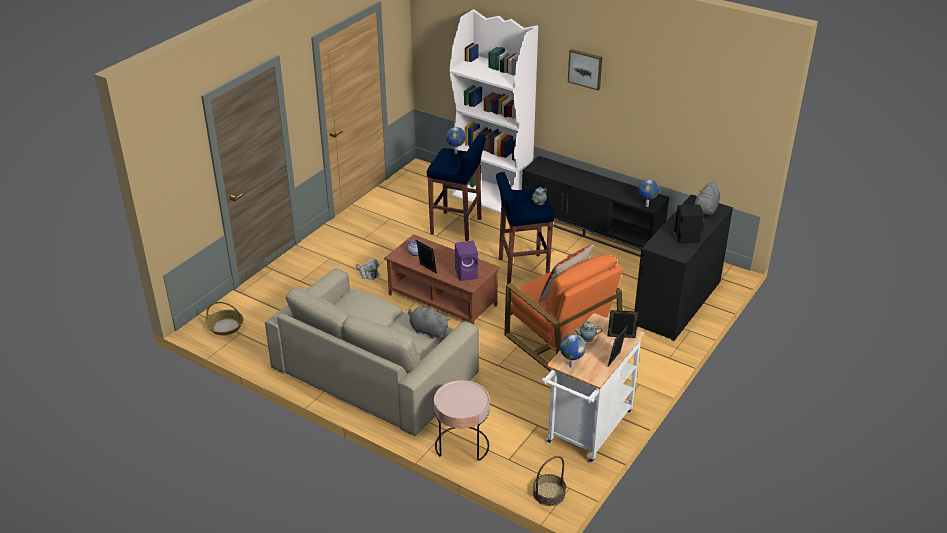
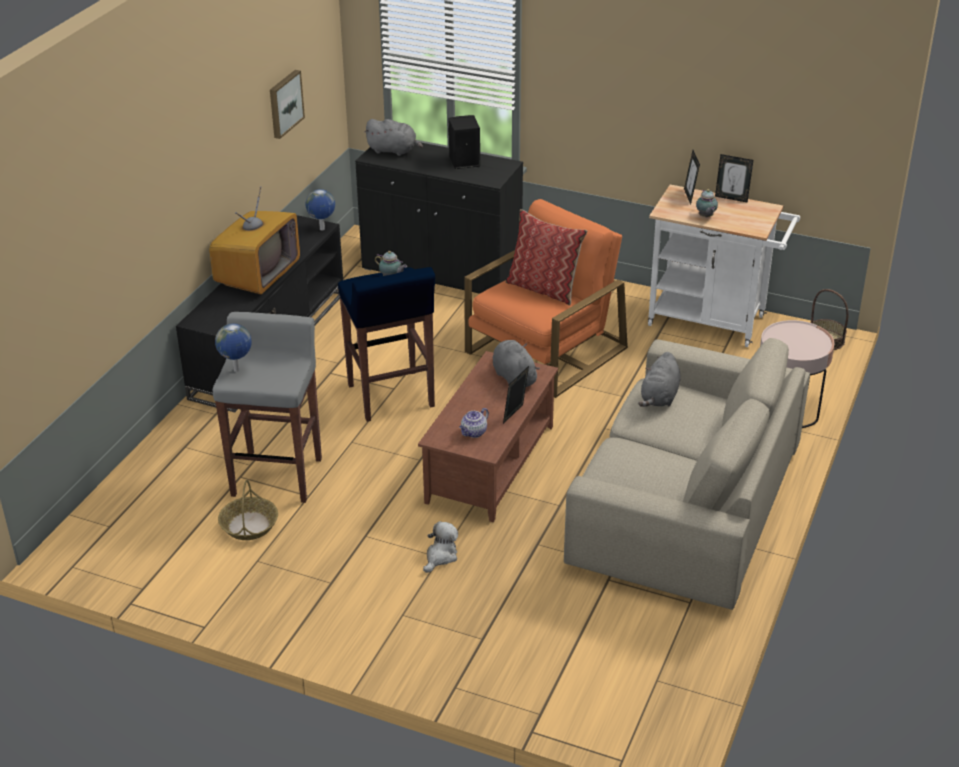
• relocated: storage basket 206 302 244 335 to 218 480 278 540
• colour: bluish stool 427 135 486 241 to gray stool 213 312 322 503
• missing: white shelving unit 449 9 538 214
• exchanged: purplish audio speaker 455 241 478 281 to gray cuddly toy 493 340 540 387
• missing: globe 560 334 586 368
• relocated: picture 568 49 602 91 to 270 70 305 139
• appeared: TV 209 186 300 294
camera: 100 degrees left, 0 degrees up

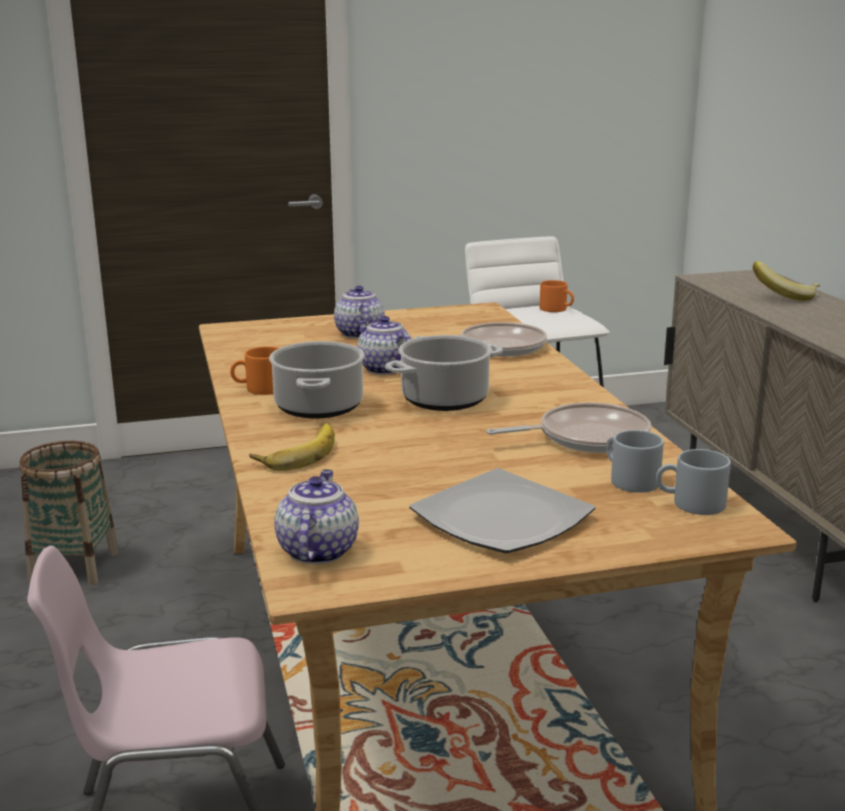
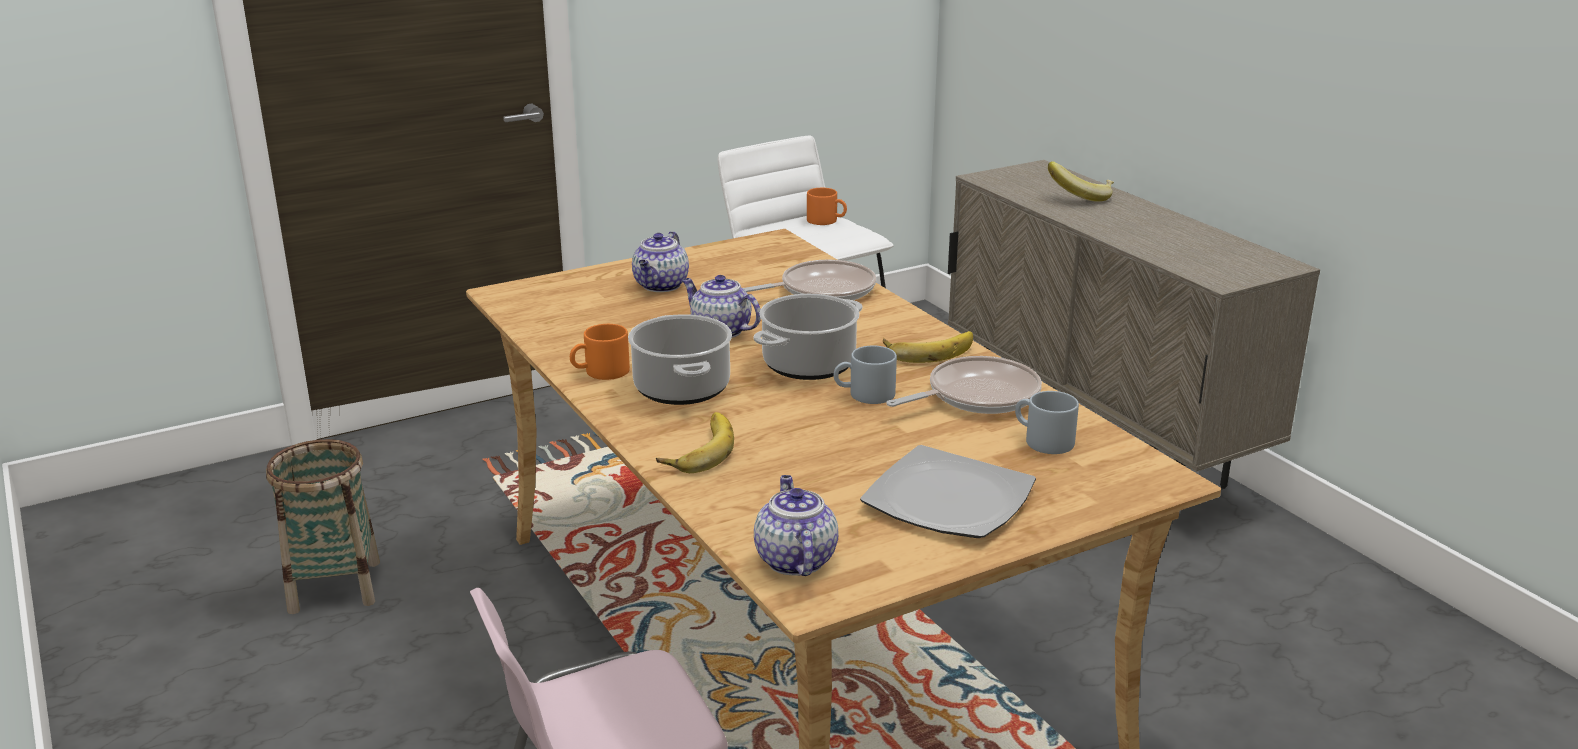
• spun: pot for tea 334 286 385 338 = 632 231 689 292 135 degrees counterclockwise
• relocated: gray mug 656 449 731 515 to 834 346 897 404
• appeared: banana fruit 883 331 973 363
camera: 15 degrees left, 5 degrees up

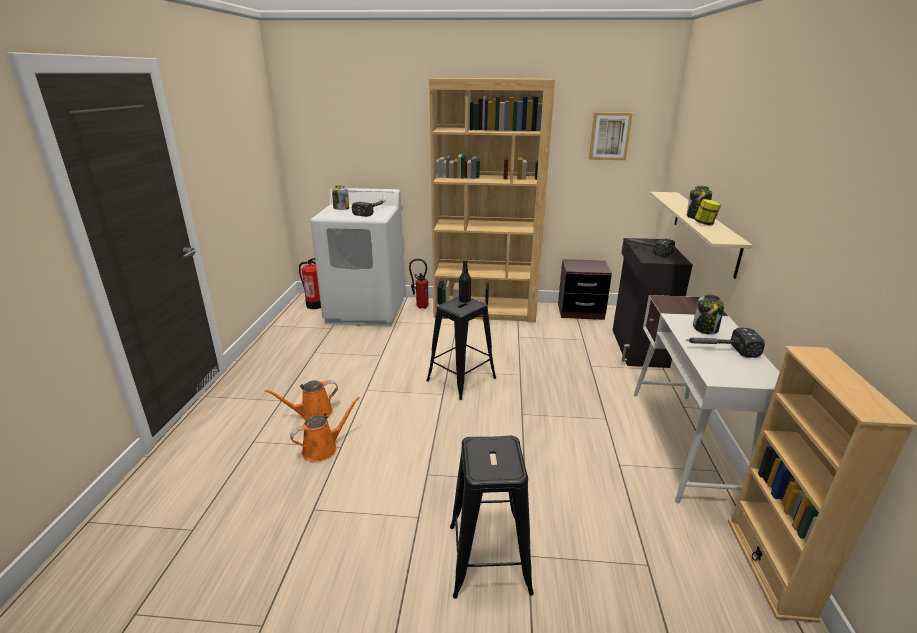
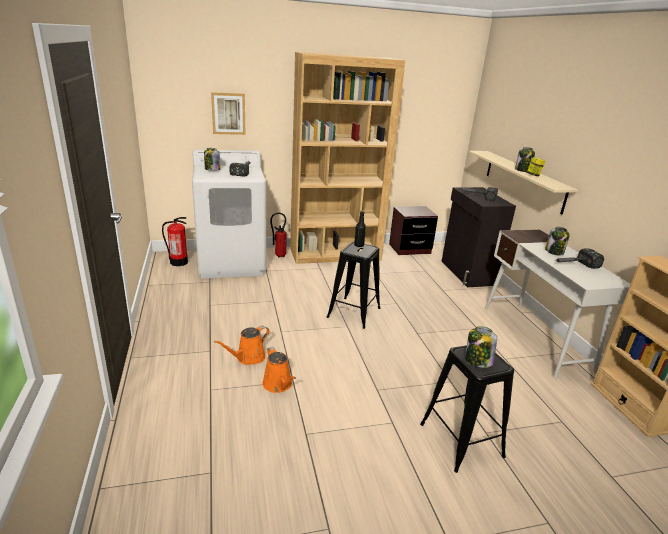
• spun: orangey watering can 290 397 360 461 = 262 347 296 393 120 degrees clockwise
• relocated: picture 589 112 633 160 to 211 92 245 135
• appeared: preserve jar 465 326 497 368
camera: 20 degrees left, 0 degrees up

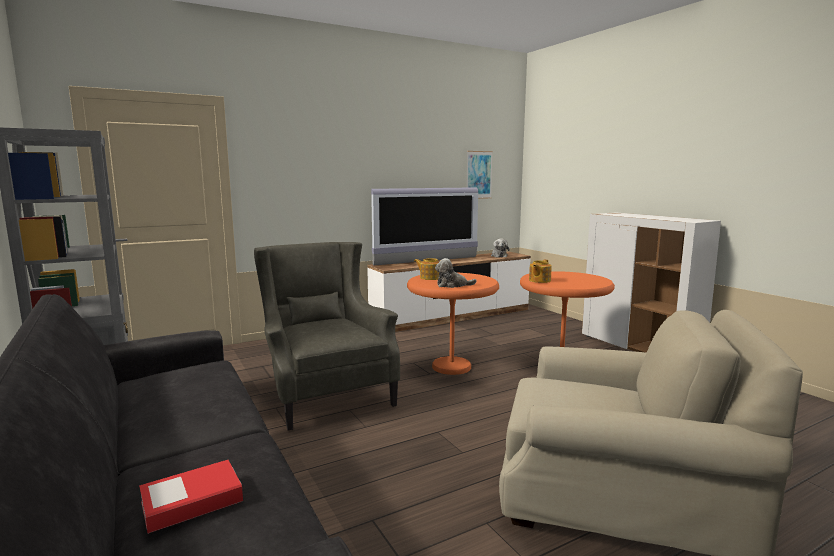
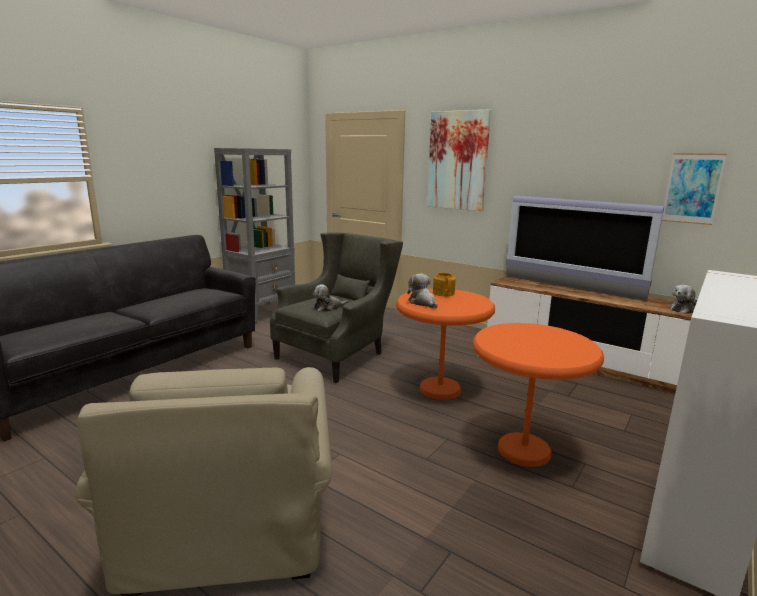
• missing: bound book 139 460 243 534
• missing: pot for tea 529 260 552 283
• appeared: cuddly toy 313 284 348 312
• appeared: picture 427 110 491 212
camera: 65 degrees right, 5 degrees up

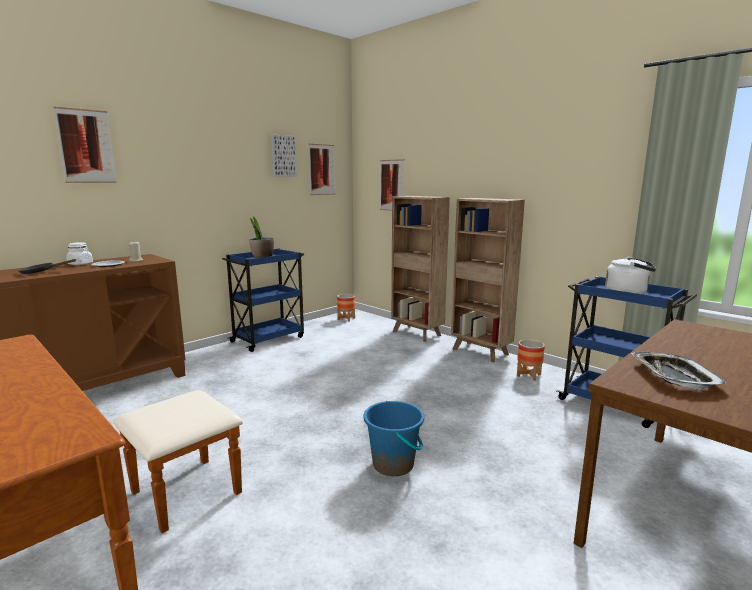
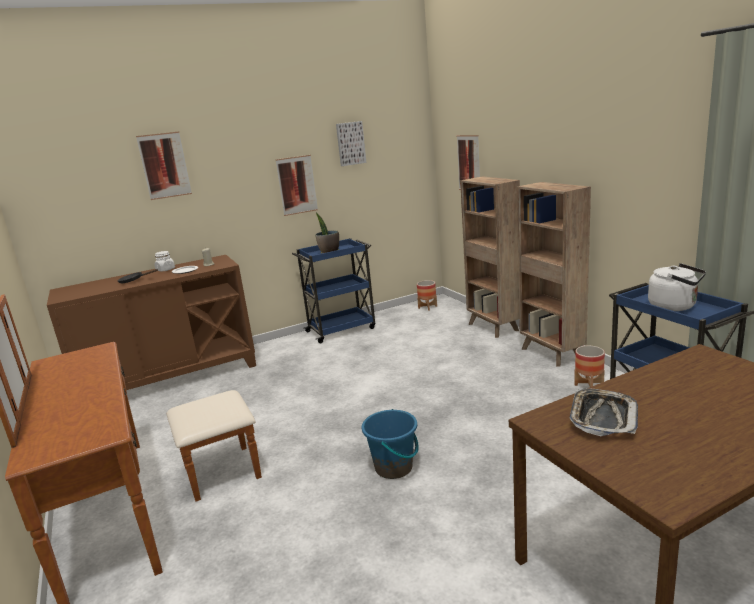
• relocated: picture 308 144 335 195 to 275 155 318 216
camera: 20 degrees right, 5 degrees up

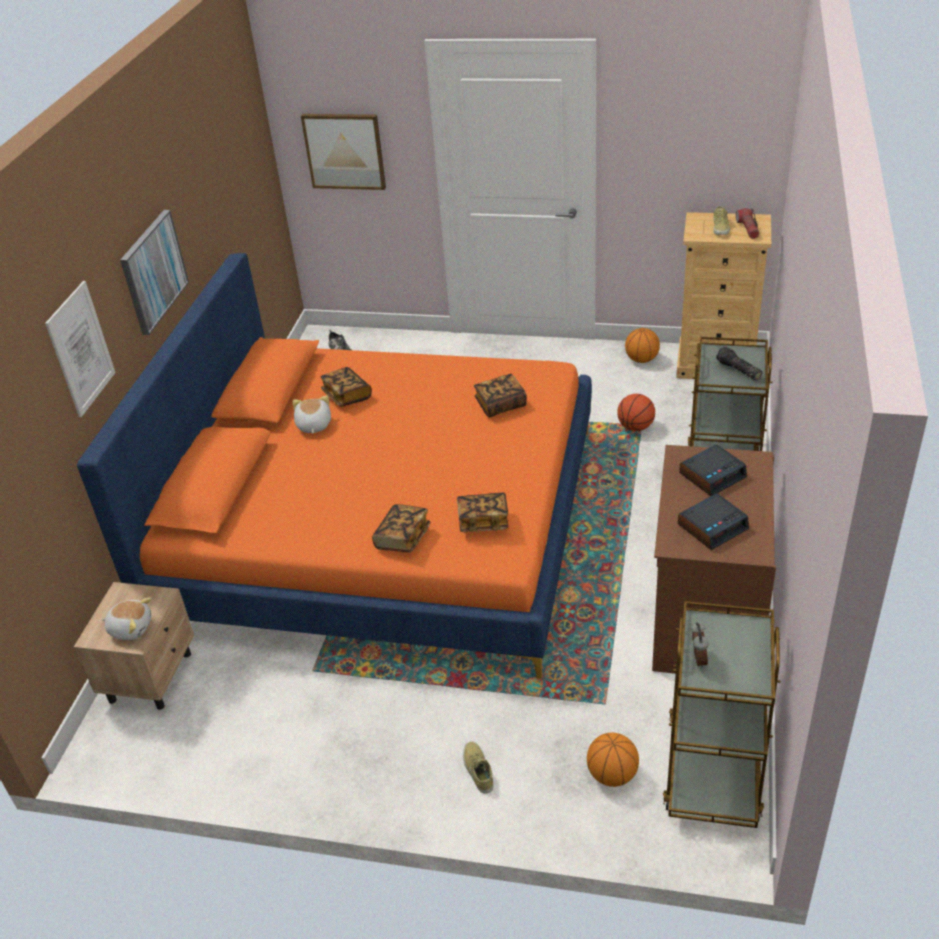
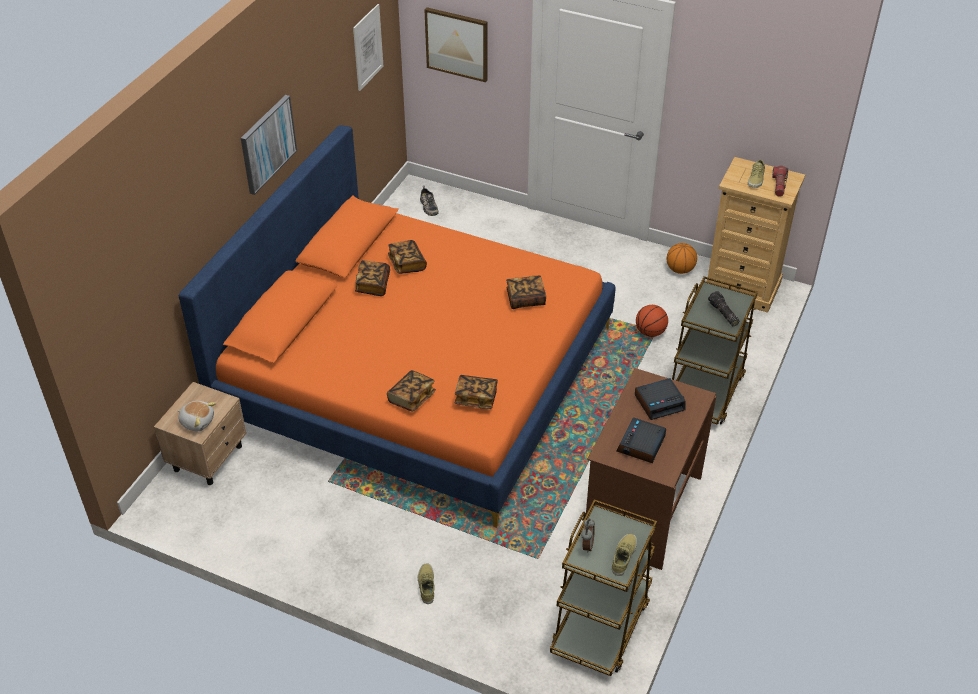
• relocated: picture 45 281 115 417 to 353 4 384 91
• exchanged: cuddly toy 293 396 331 433 to bound book 355 260 390 296
• missing: basketball ball 587 733 639 787
• spun: table clock 678 493 749 550 = 616 417 666 463 135 degrees clockwise
• appeared: beige-coloured item of footwear 612 534 637 576
camera: 10 degrees right, 5 degrees up

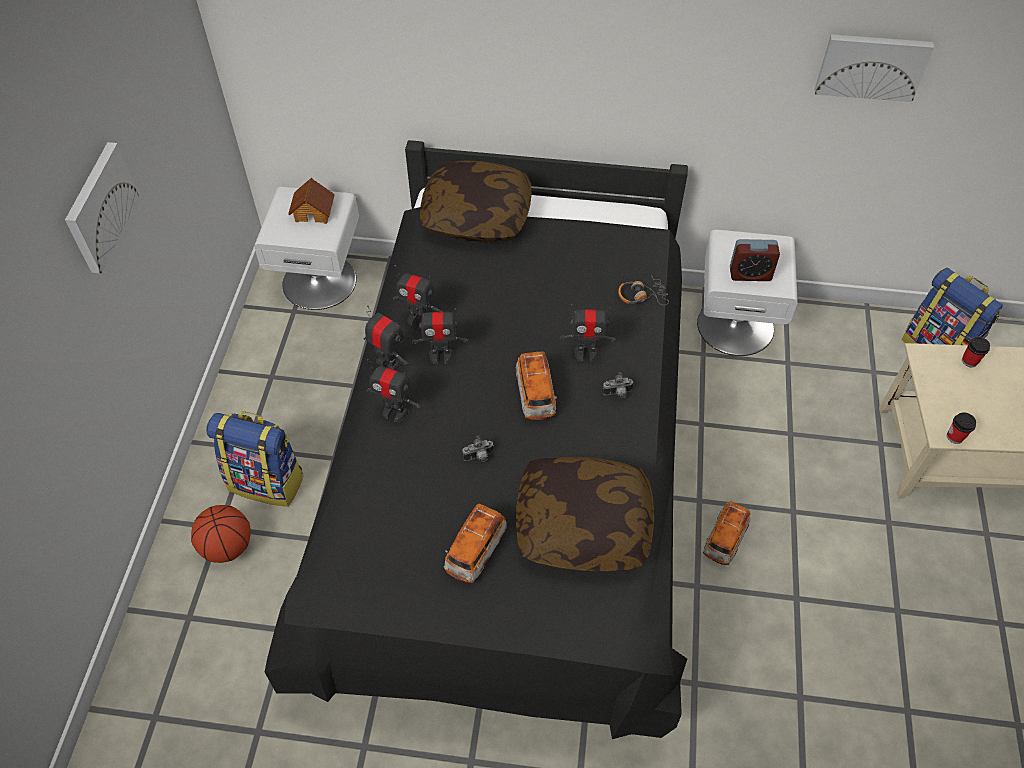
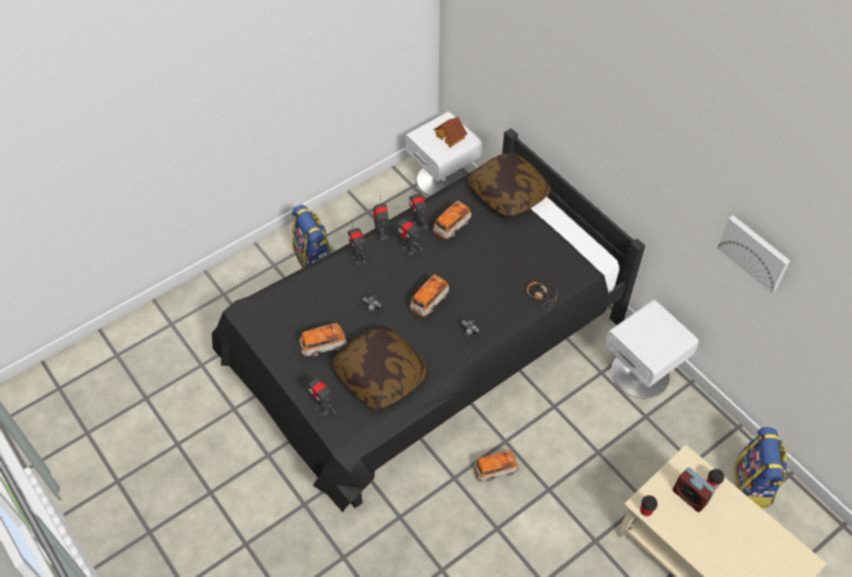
• missing: picture 65 142 139 273
• missing: basketball ball 191 505 251 563
• relocated: robot figure 560 304 616 362 to 308 372 336 416
• relocated: table clock 730 239 780 281 to 673 468 715 512
• appeared: toy car 433 201 472 240
camera: 45 degrees right, 0 degrees up

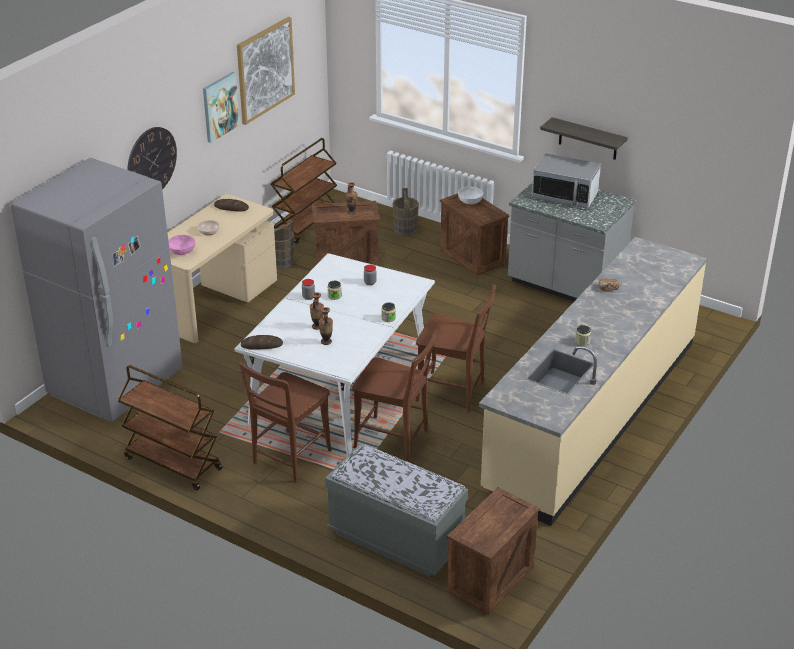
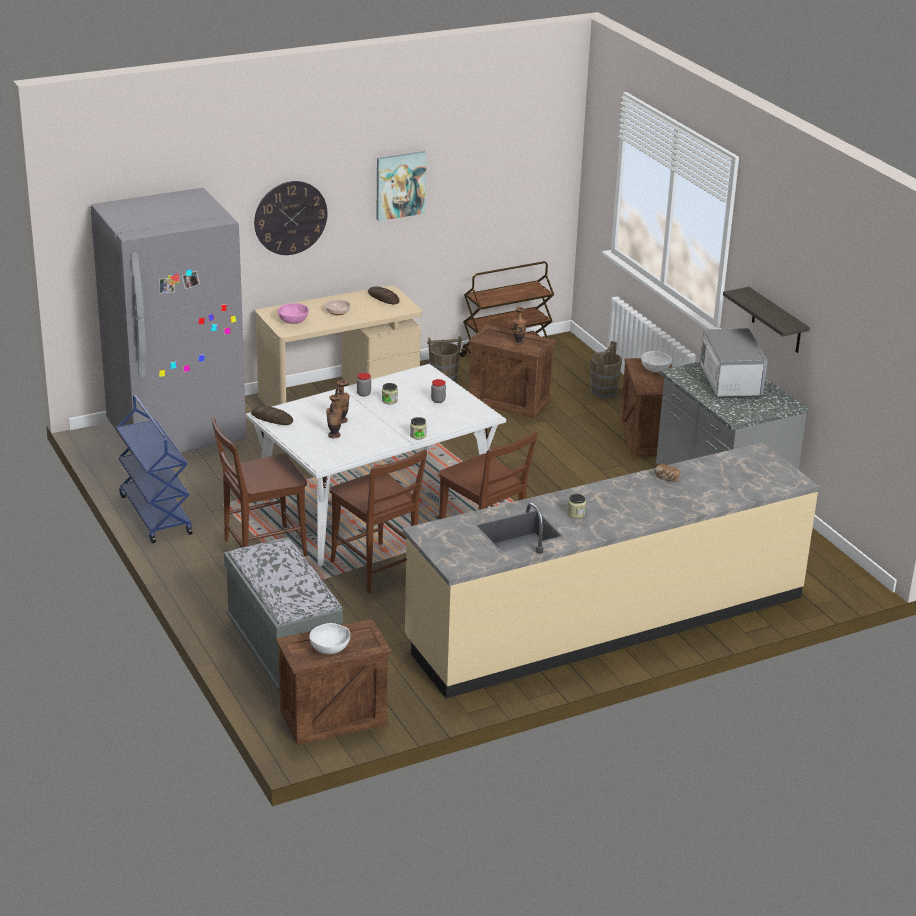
• colour: brown-coloured wheeled cart 118 365 222 490 to bluish wheeled cart 116 395 192 543
• missing: picture 237 17 295 125
• spun: microwave 532 153 601 209 = 700 328 768 397 150 degrees counterclockwise
• appeared: white bowl 309 623 350 654
camera: 30 degrees right, 5 degrees down

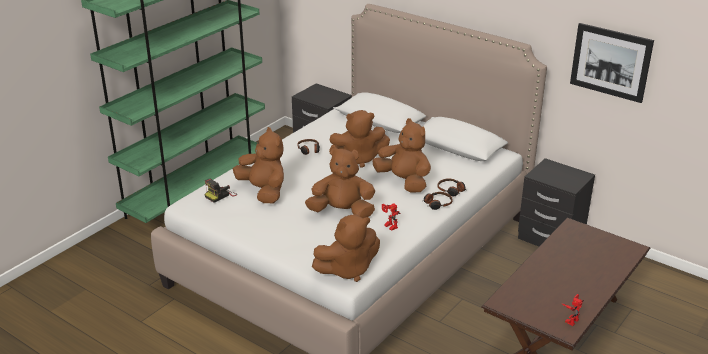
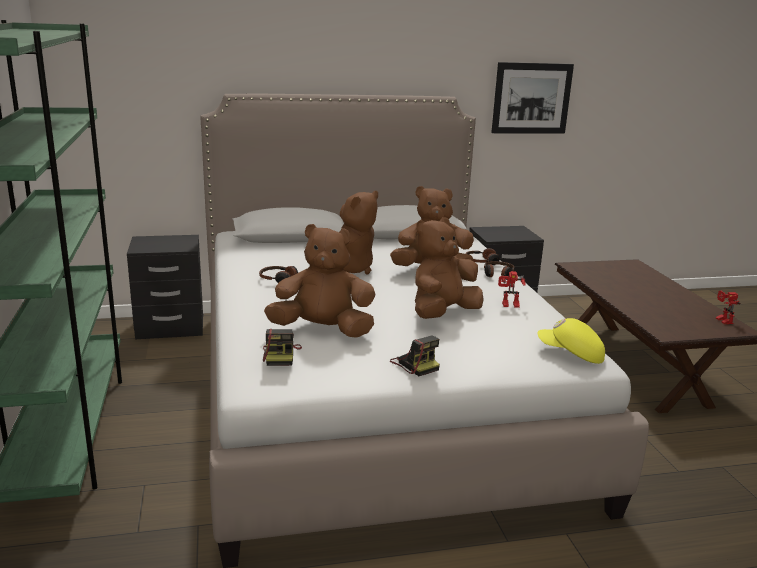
• exchanged: brown-coloured cuddly toy 312 214 380 282 to yellow baseball cap 538 318 605 364
• appeared: still camera 390 336 440 376
camera: 50 degrees left, 10 degrees down

